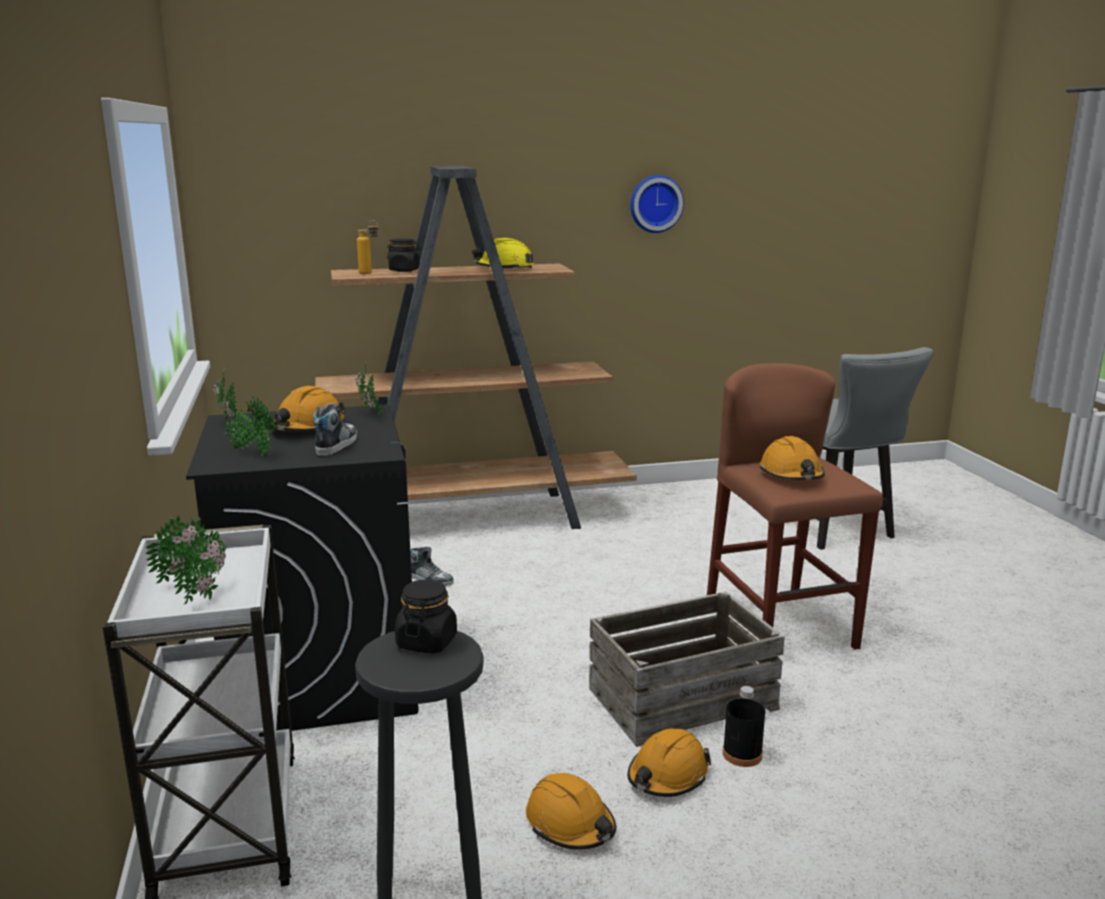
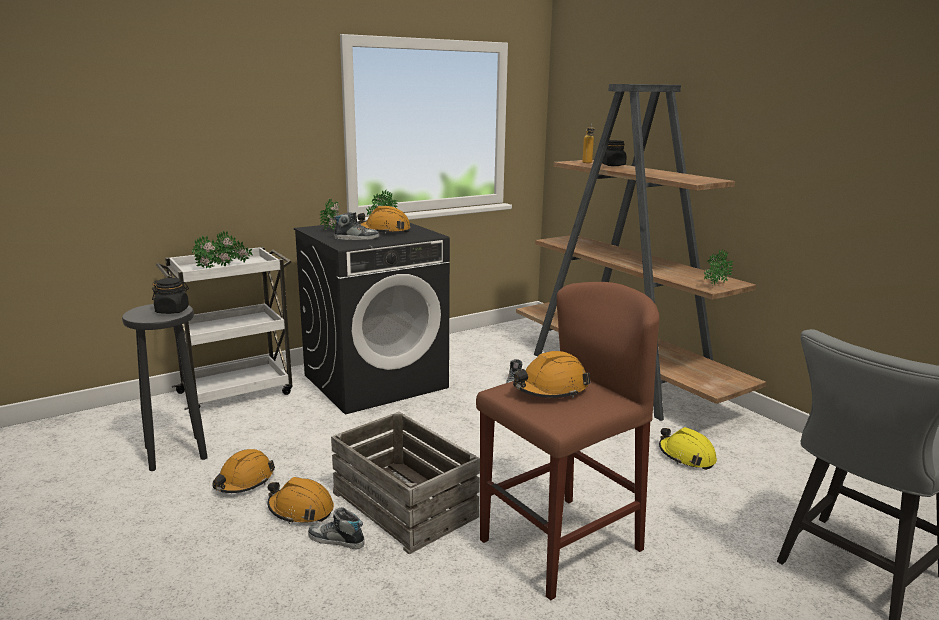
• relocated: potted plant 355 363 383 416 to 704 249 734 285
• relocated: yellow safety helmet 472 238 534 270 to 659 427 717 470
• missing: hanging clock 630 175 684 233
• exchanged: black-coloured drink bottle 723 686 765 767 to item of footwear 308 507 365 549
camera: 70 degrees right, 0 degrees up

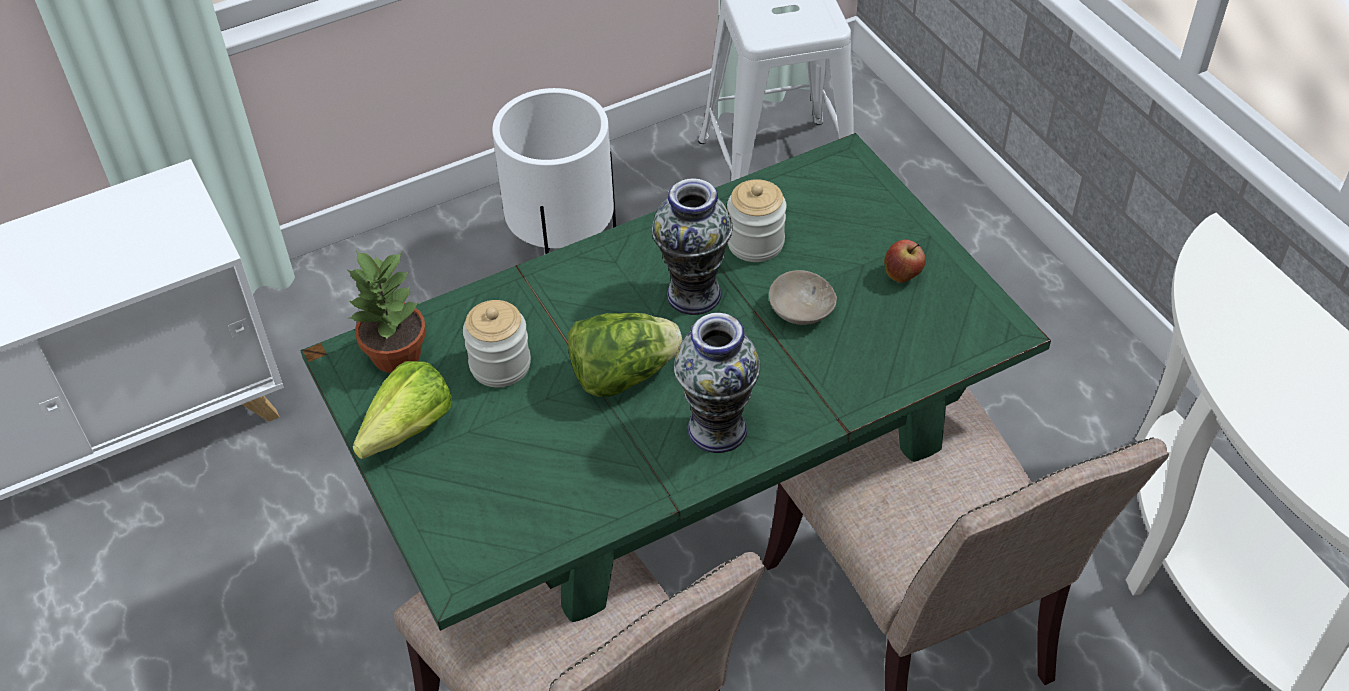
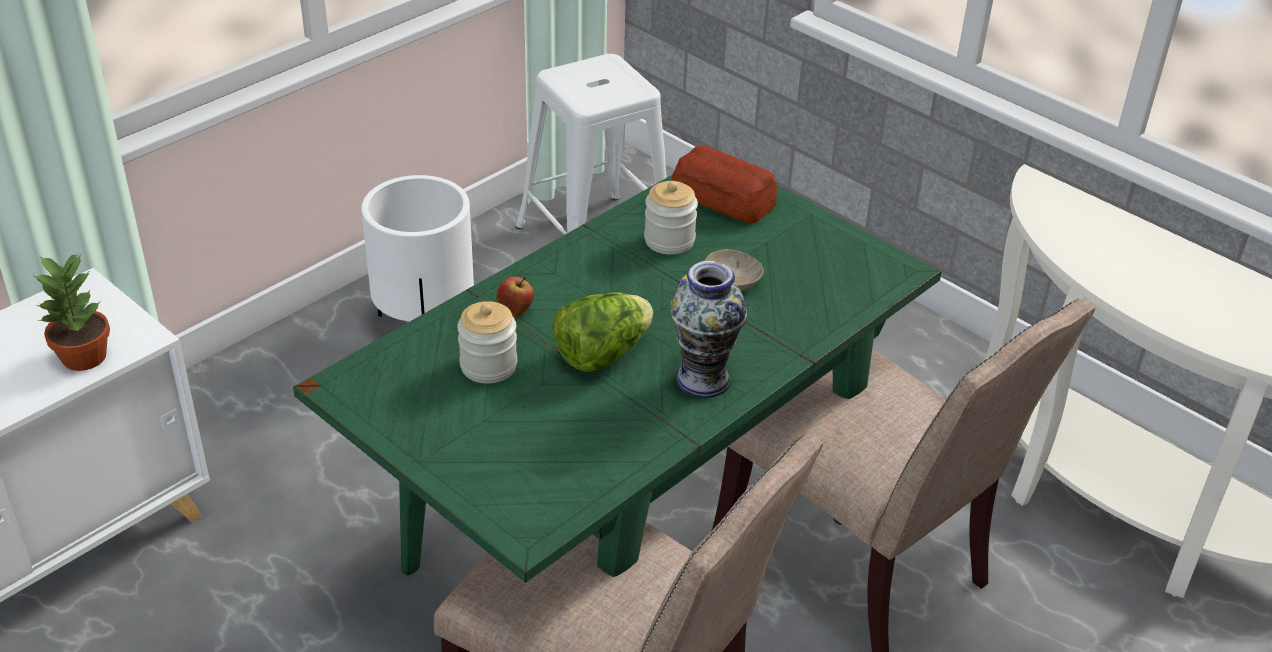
• relocated: potted plant 347 250 426 373 to 34 254 110 371
• missing: head of lettuce 353 361 452 459
• missing: vase 652 178 733 315
• relocated: apple 884 240 926 283 to 496 277 534 318
• appeared: bakery bread 672 146 777 224
camera: 20 degrees left, 10 degrees down

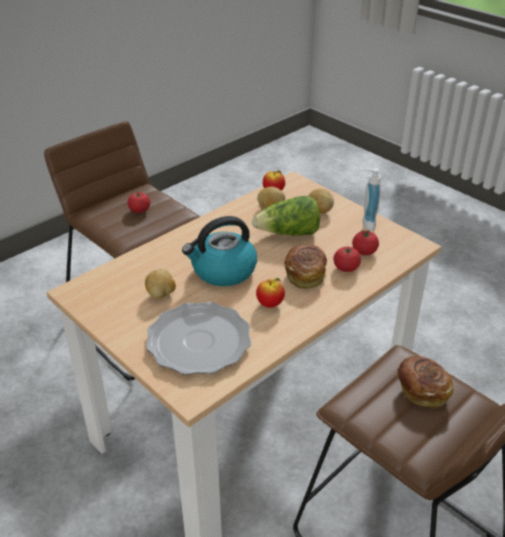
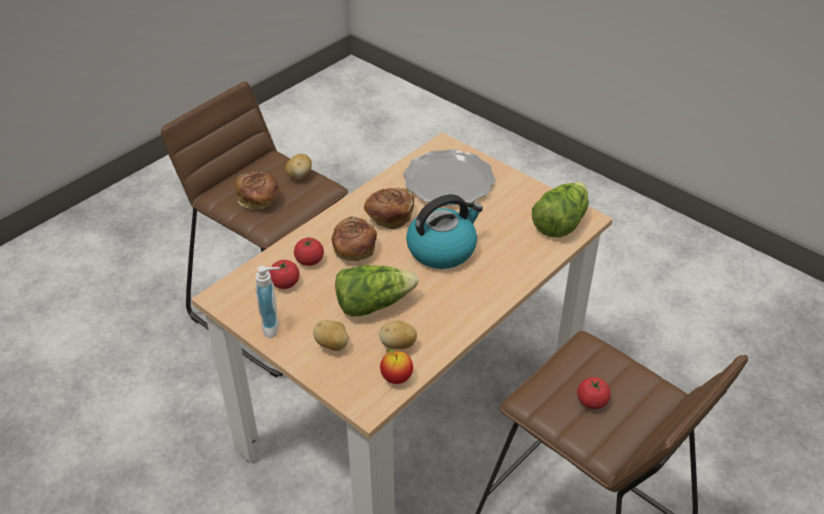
• relocated: whole potato 145 269 176 299 to 285 154 312 179
• exchanged: apple 256 278 285 308 to bakery bread 364 188 414 229
• appeared: head of lettuce 532 182 589 238
camera: 175 degrees right, 5 degrees up

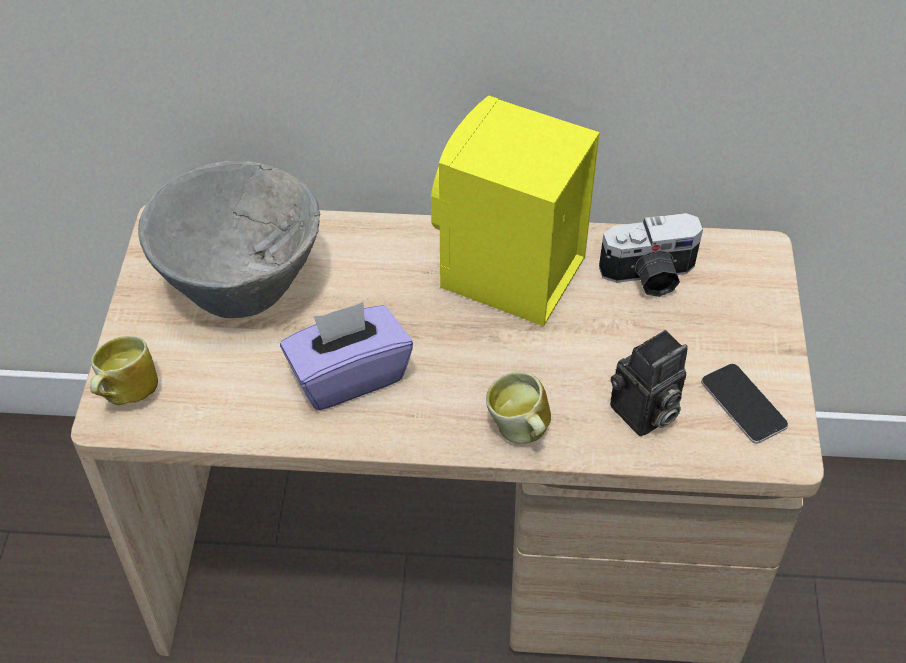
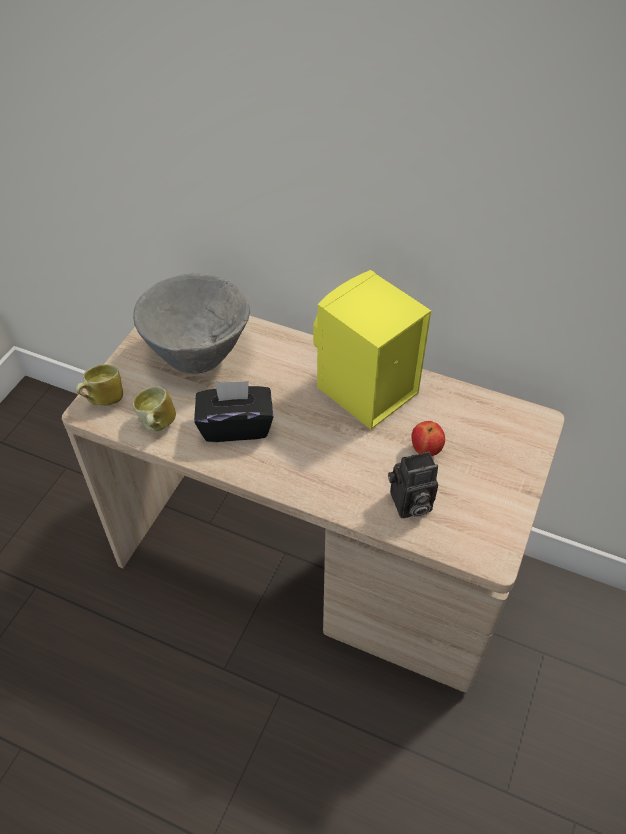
• colour: purplish box of tissues 280 302 413 410 to black-coloured box of tissues 194 381 274 442
• relocated: mug 486 372 551 444 to 133 386 176 432
• missing: still camera 599 213 703 297
• missing: phone 701 363 788 443
• appeared: apple 412 421 445 456
camera: 20 degrees right, 0 degrees up

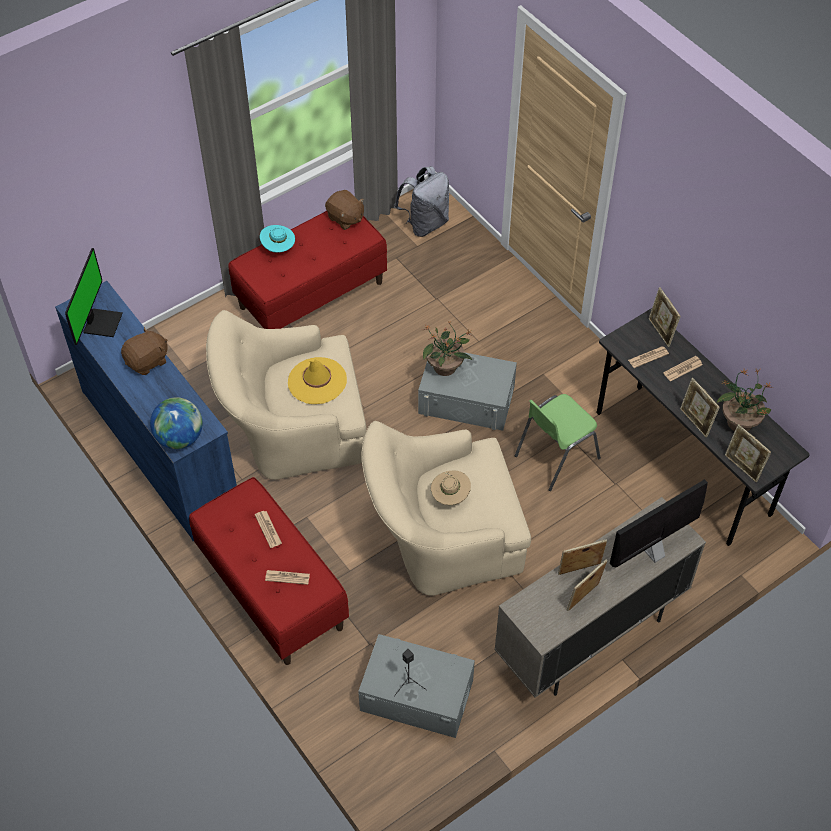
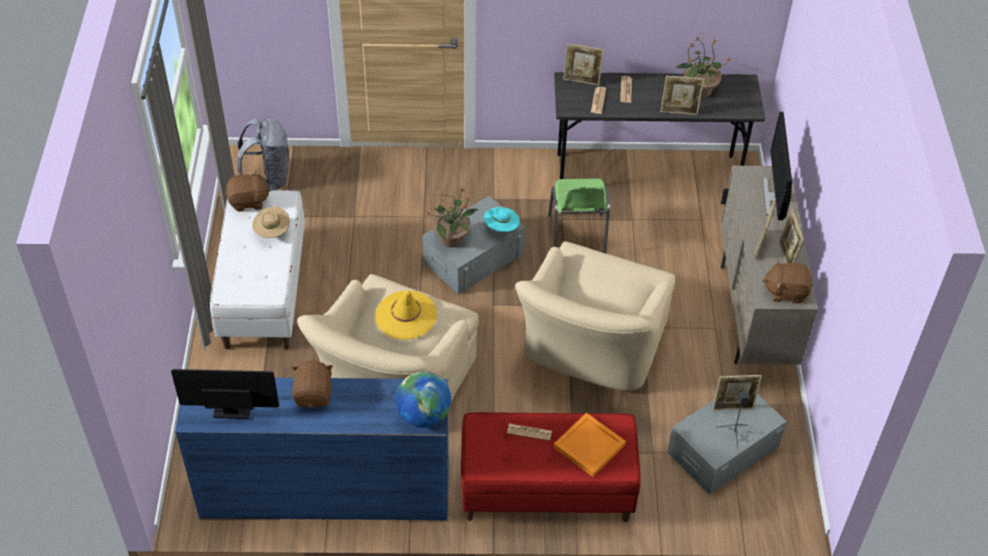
• spun: computer screen 65 248 123 345 = 171 369 279 419 45 degrees counterclockwise
• colour: reddish indoor bench 229 211 387 329 to white indoor bench 210 190 305 350
• relocated: turquoise hat 260 225 295 253 to 484 207 520 232
• exchanged: daily paper 265 570 310 585 to orangey tray 553 413 626 477
• relocated: beige-coloured hat 431 470 471 505 to 252 207 290 238
• relocated: standing frame 725 424 771 483 to 713 375 762 410
• appeared: brown-coloured cuddly toy 762 259 813 303
camera: 55 degrees left, 5 degrees down

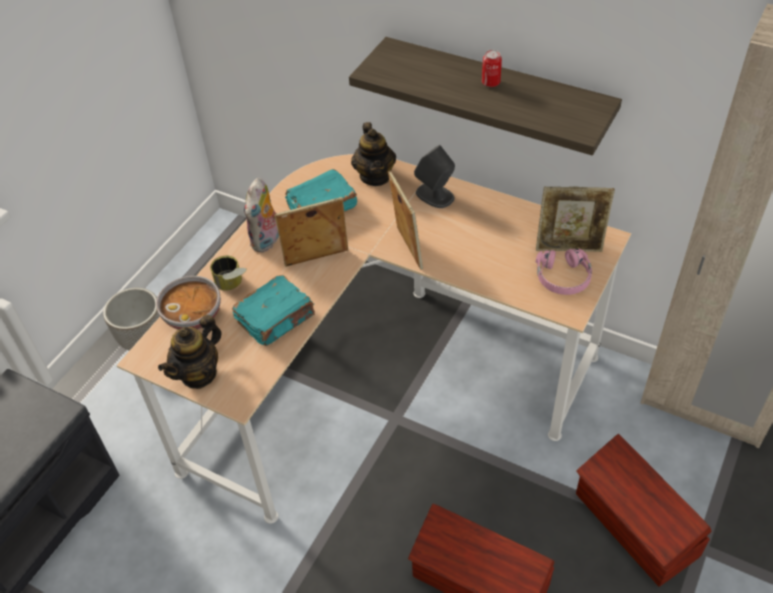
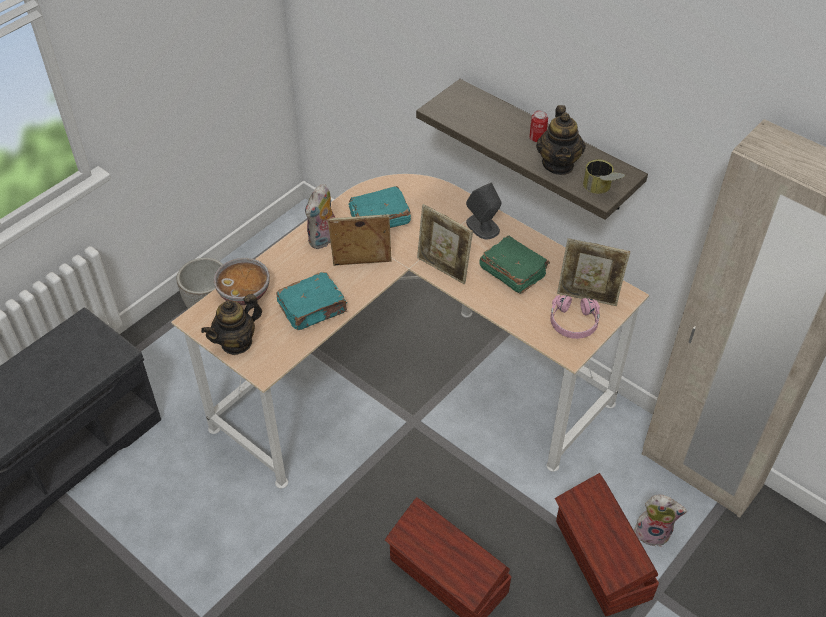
• relocated: can 210 255 247 291 to 583 159 625 194
• relocated: pot for tea 351 122 396 186 to 536 105 586 175
• spun: standing frame 388 171 423 269 = 417 204 473 284 135 degrees clockwise
• appeared: green bound book 479 236 550 293
• appeared: cuddly toy 634 494 687 547
camera: 10 degrees right, 0 degrees up

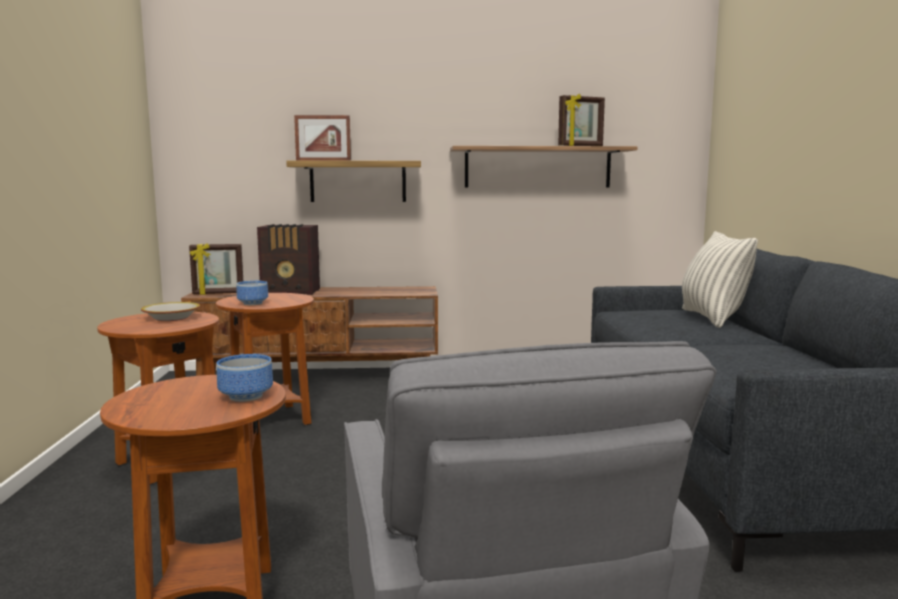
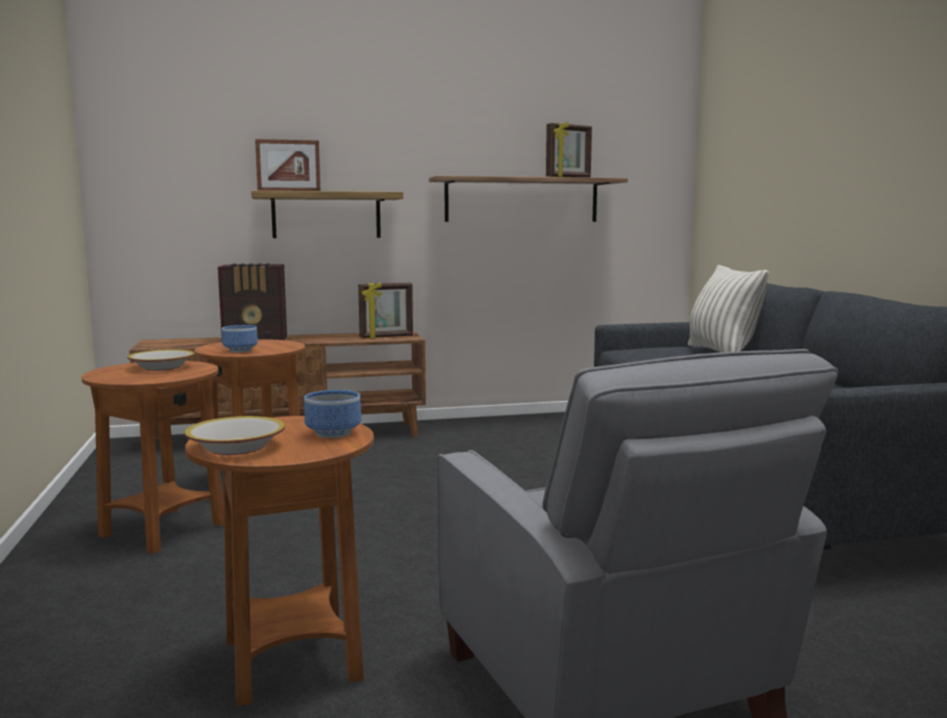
• relocated: standing frame 189 243 243 295 to 358 282 413 339
• appeared: bowl 184 416 285 455
camera: 10 degrees left, 0 degrees up

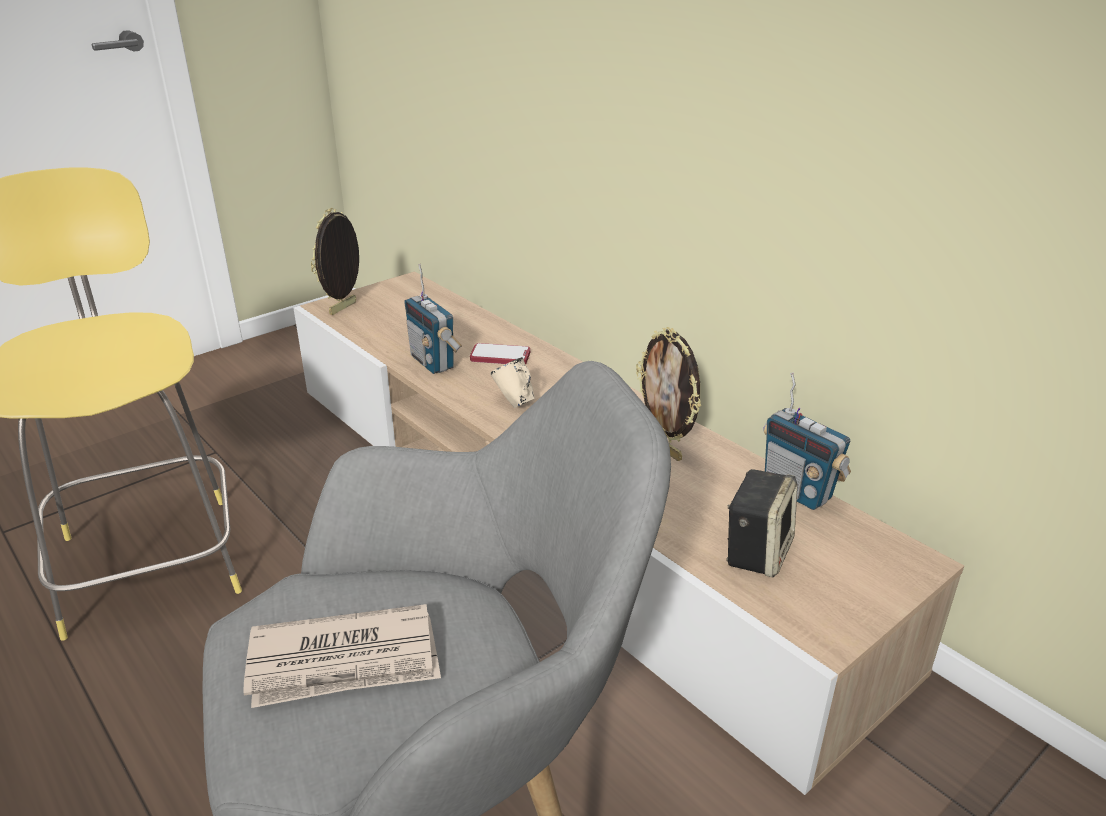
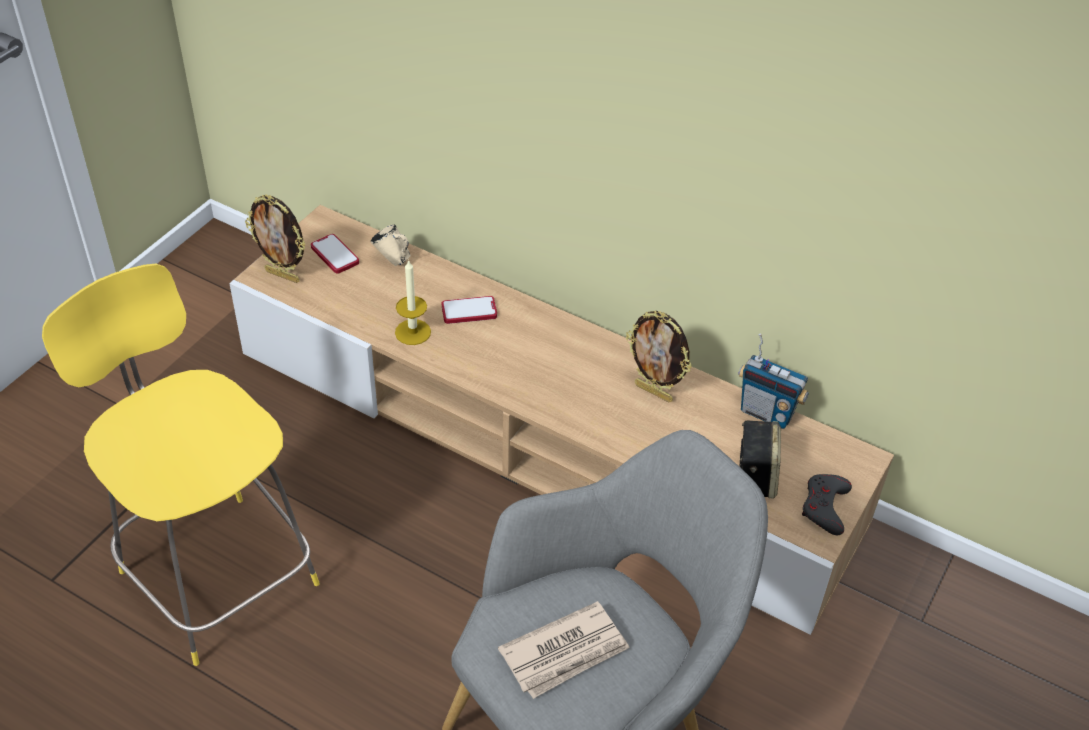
• spun: standing frame 311 208 359 315 = 245 195 306 283 75 degrees counterclockwise
• exchanged: radio set 404 264 462 374 to wax candle 395 259 431 345
• relocated: beige-coloured mug 490 357 535 408 to 371 224 411 266
• appeared: phone 311 234 359 274
• appeared: gray joypad 802 474 852 535
camera: 20 degrees left, 15 degrees up

